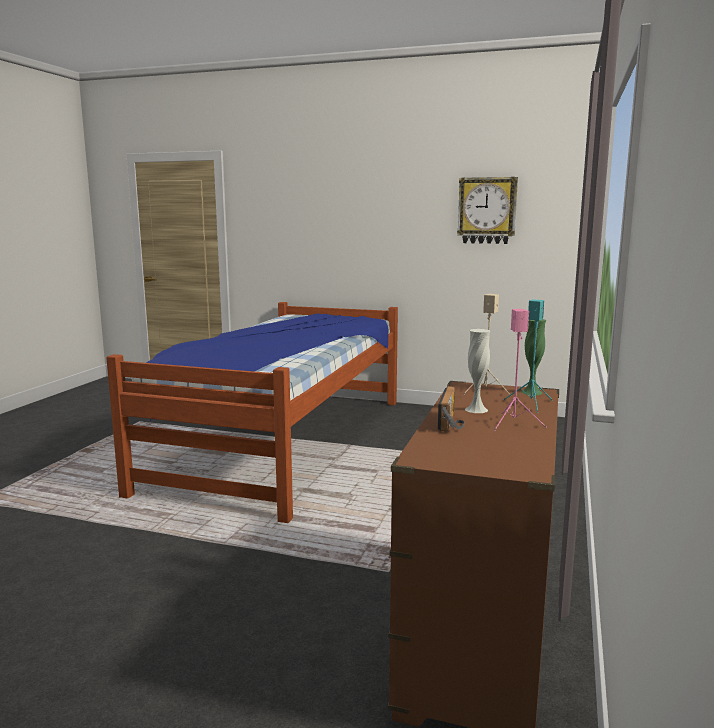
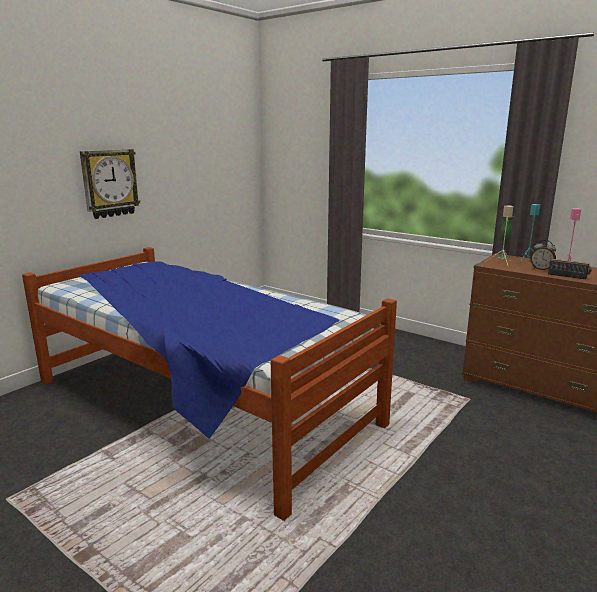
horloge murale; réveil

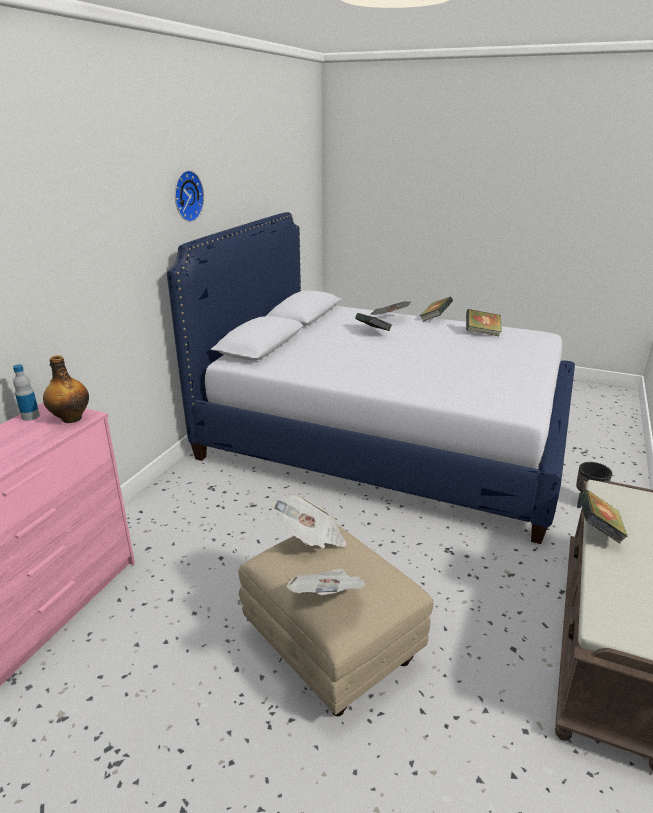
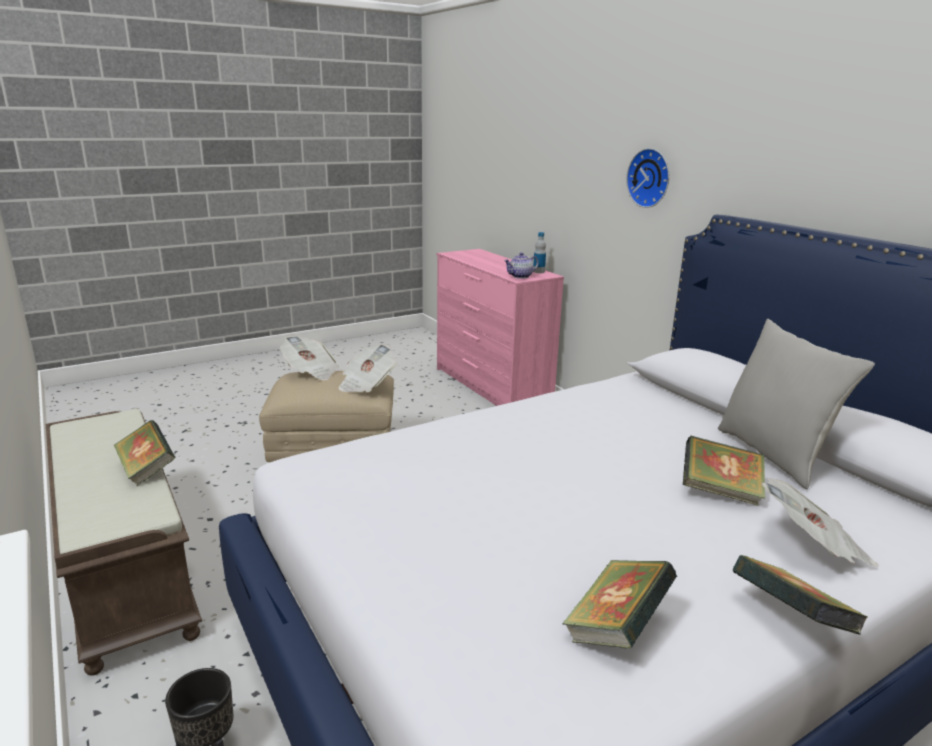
théière; horloge murale; coussin (gris)

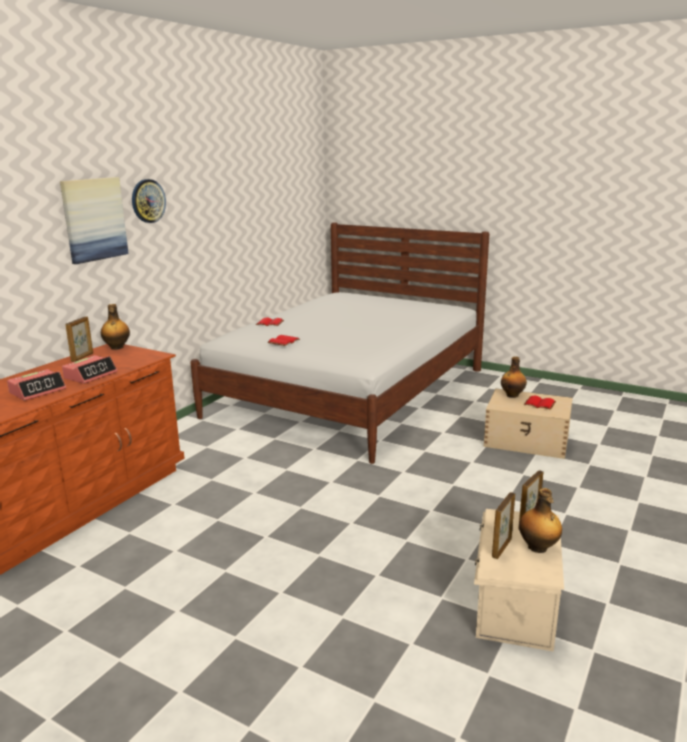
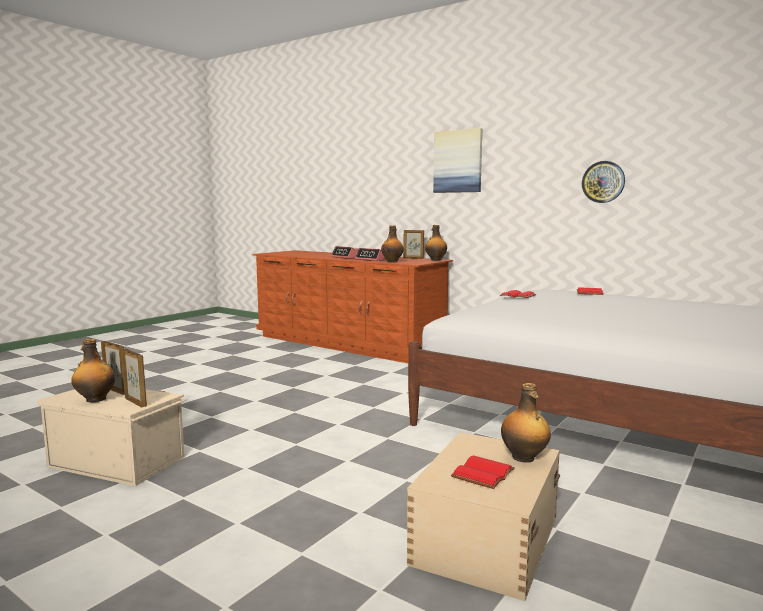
horloge murale; bouteille (2nd from left)

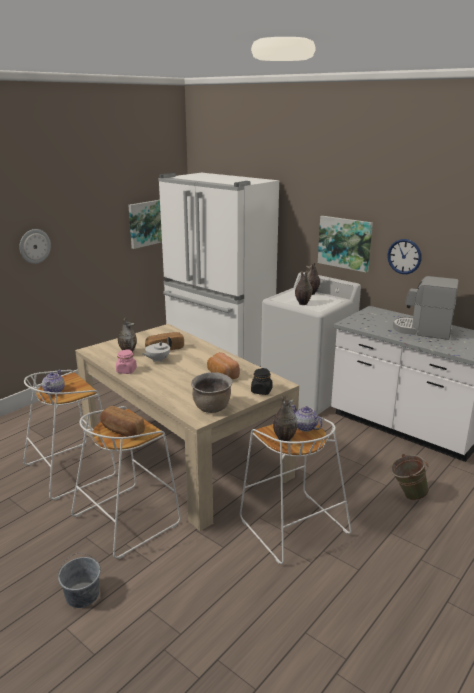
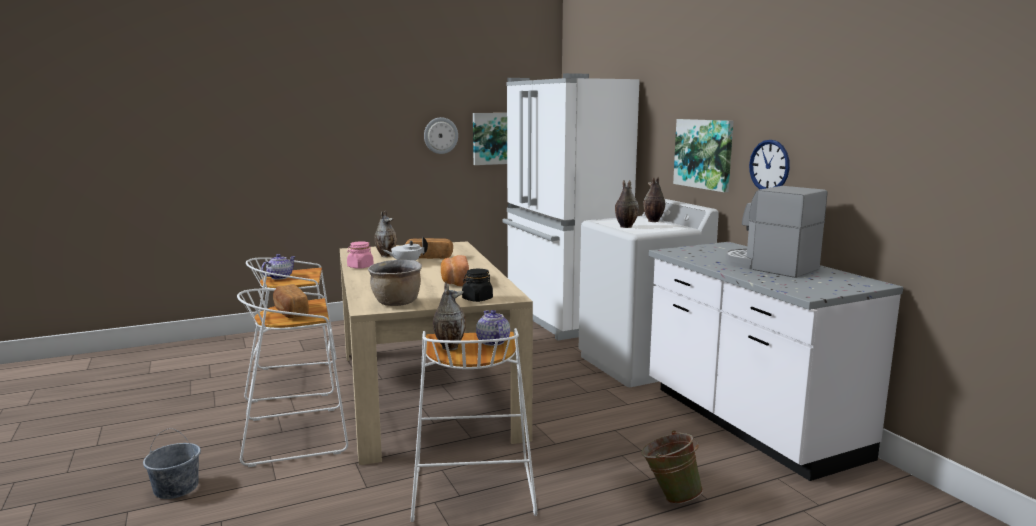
horloge murale (1st from left)

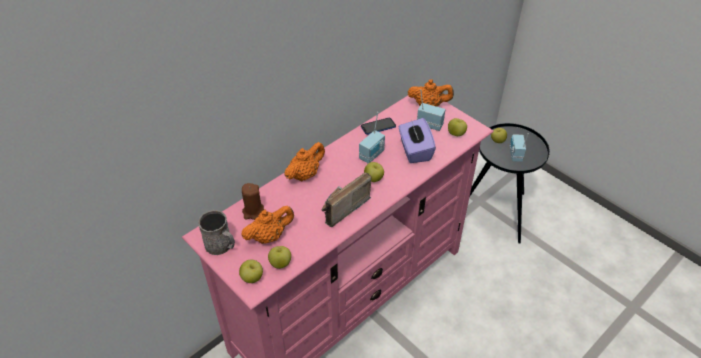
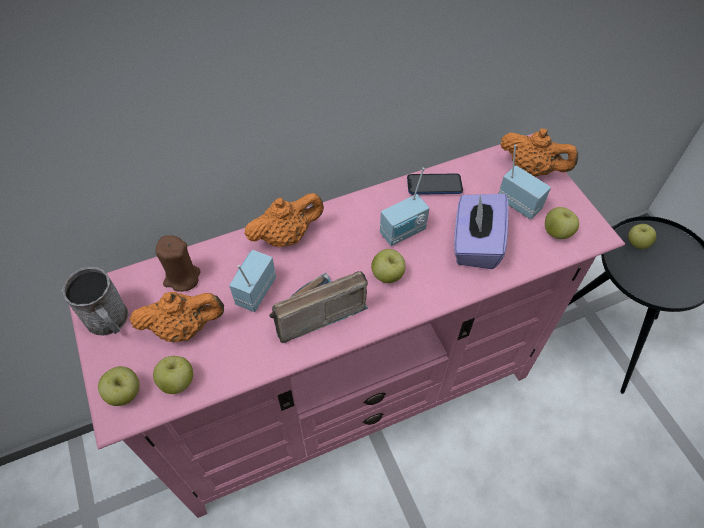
radio (1st from left)

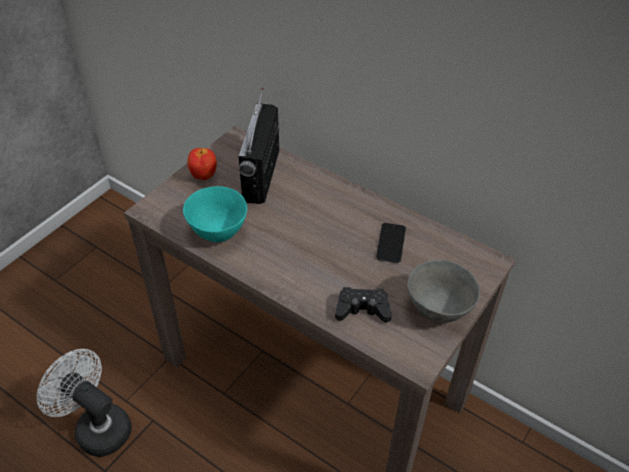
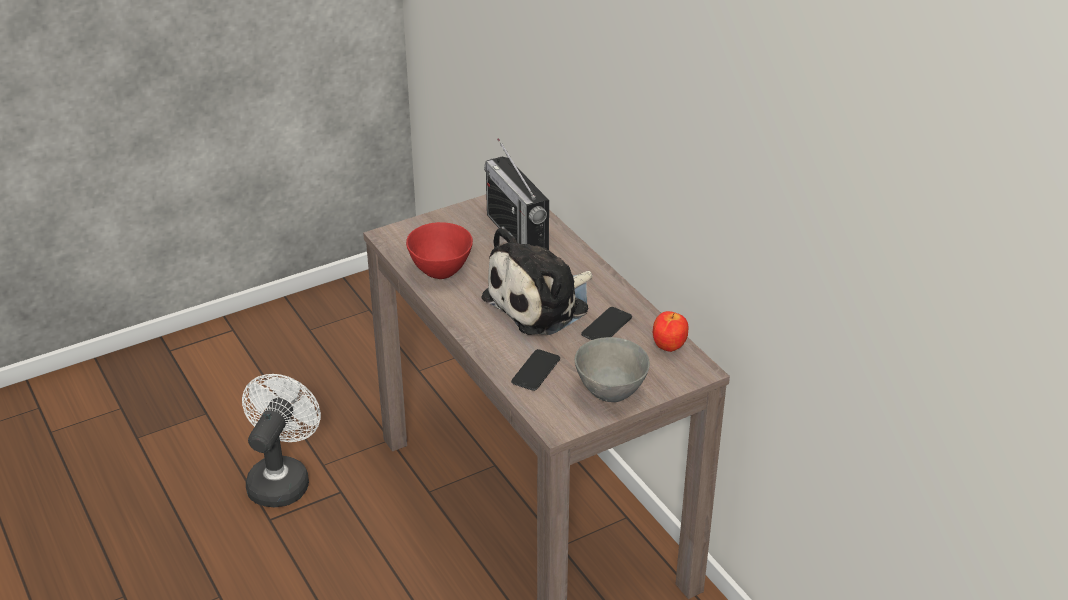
ventilateur (blanc); bol (rouge); pomme; radio; téléphone (1st from left); peluche

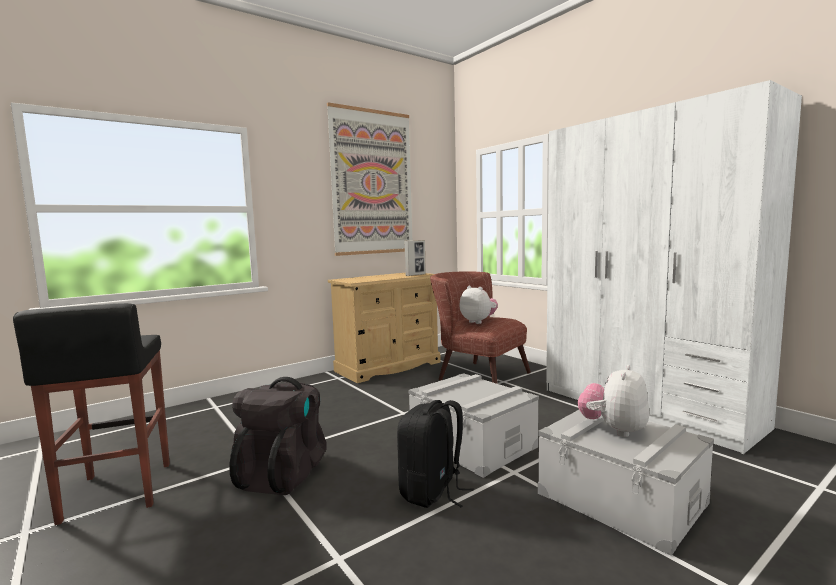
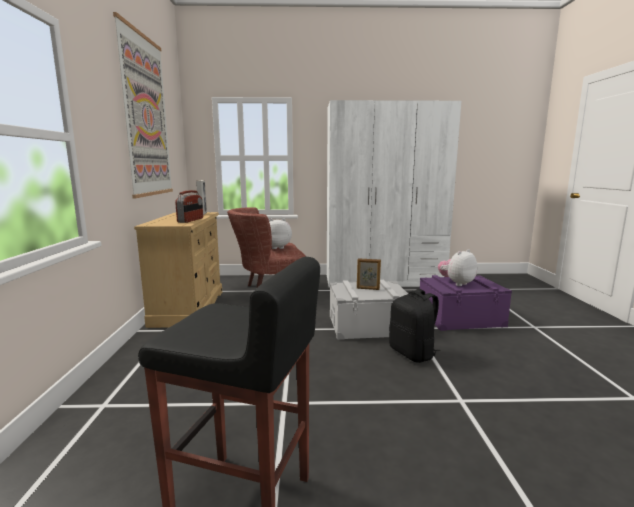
sac à dos (noir) (1st from left in the first image); boîte de rangement (violet); peluche (2nd from left); radio; cadre photo (2nd from left)

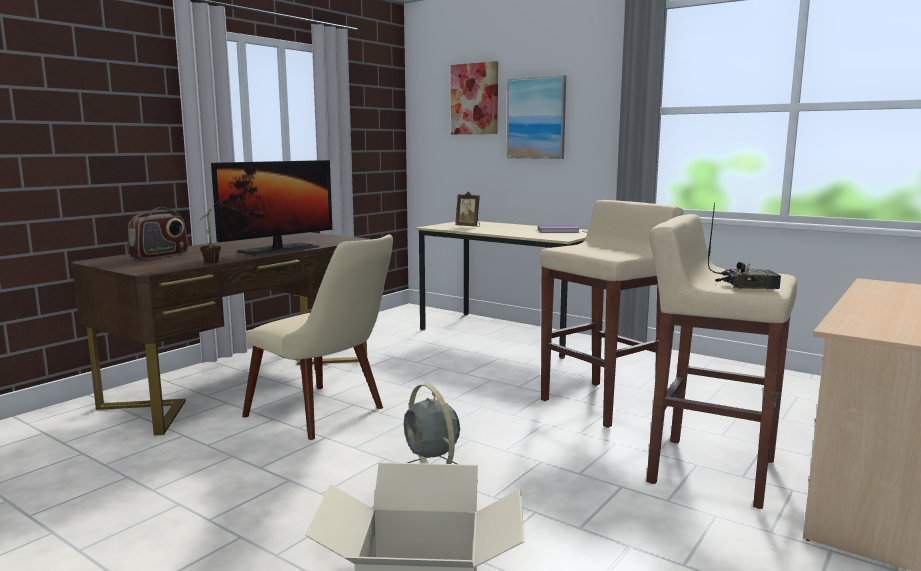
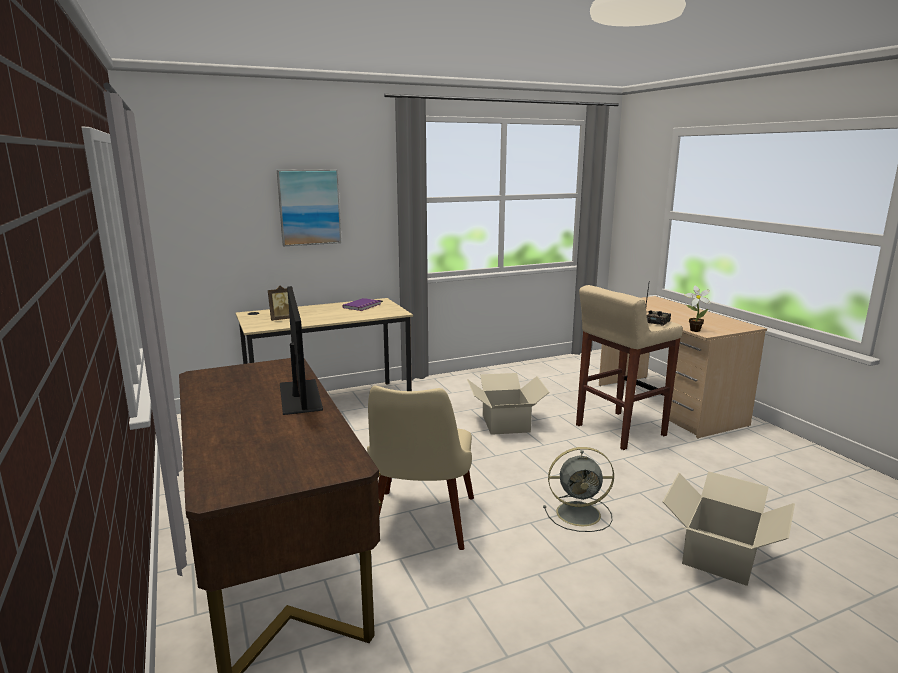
radio (1st from left in the first image); plante en pot; chaise (beige); tableau (1st from left in the first image); carton (1st from left)

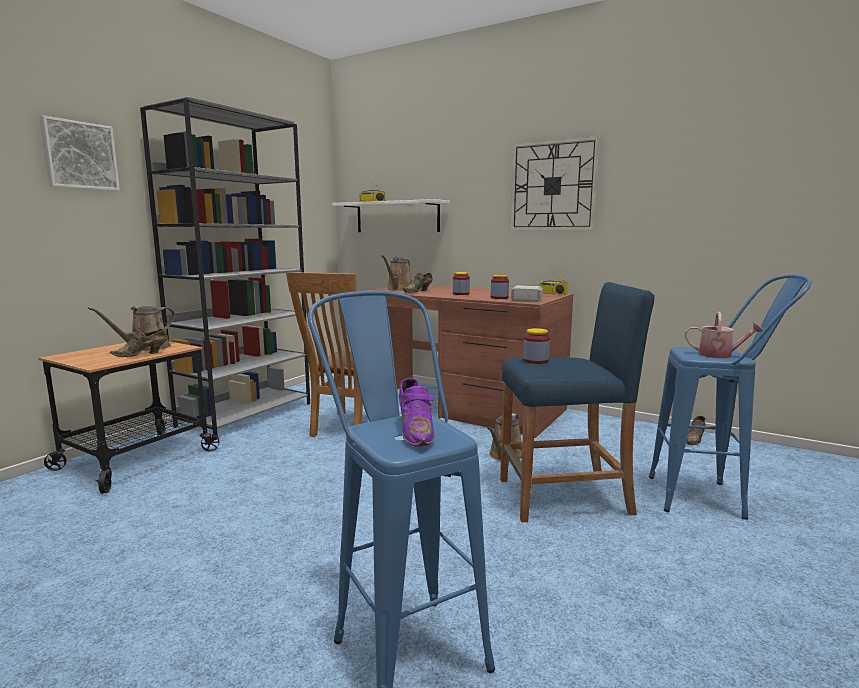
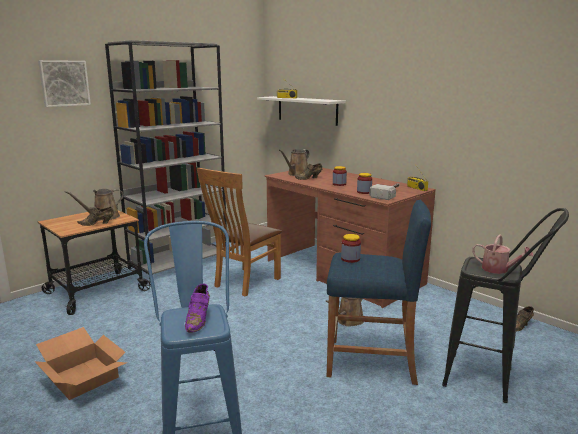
horloge murale; tabouret (noir); carton

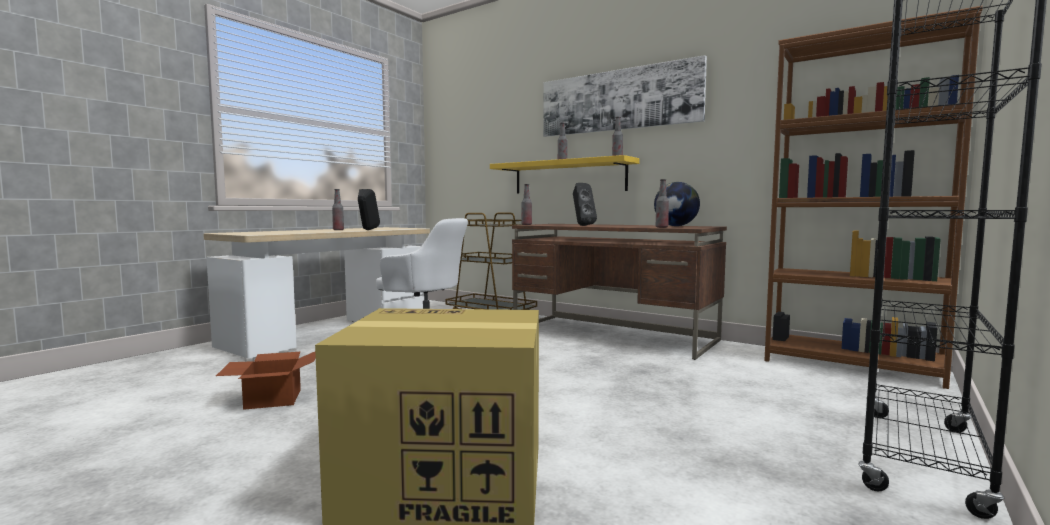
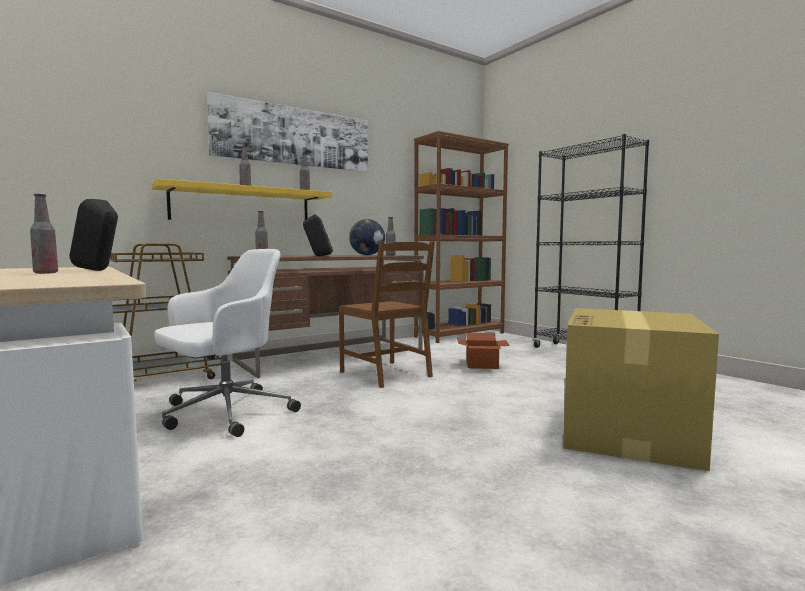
carton (1st from left); chaise (marron)

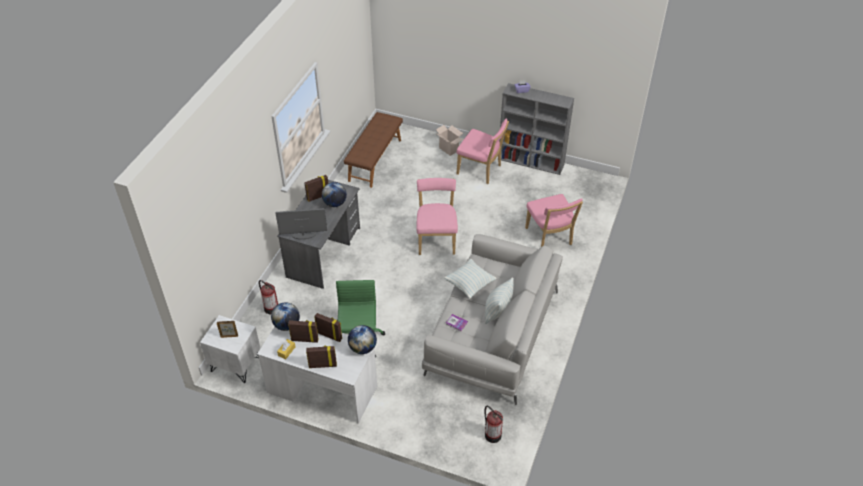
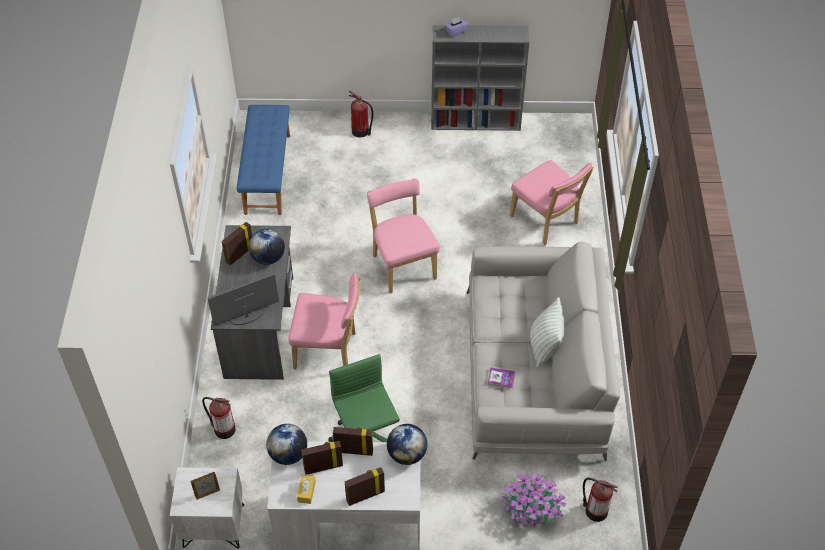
banc (bleu); extincteur (2nd from left); coussin (1st from left in the first image); chaise (rose) (1st from left); plante en pot

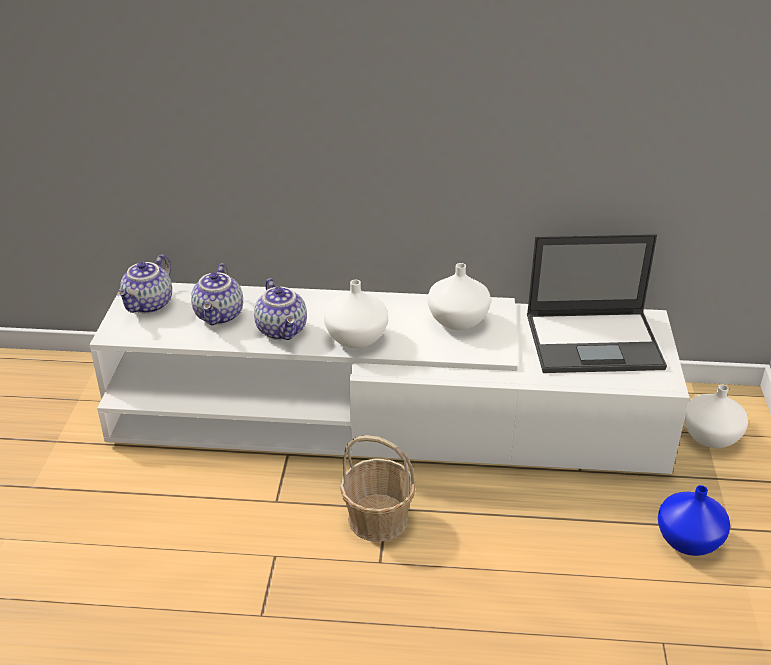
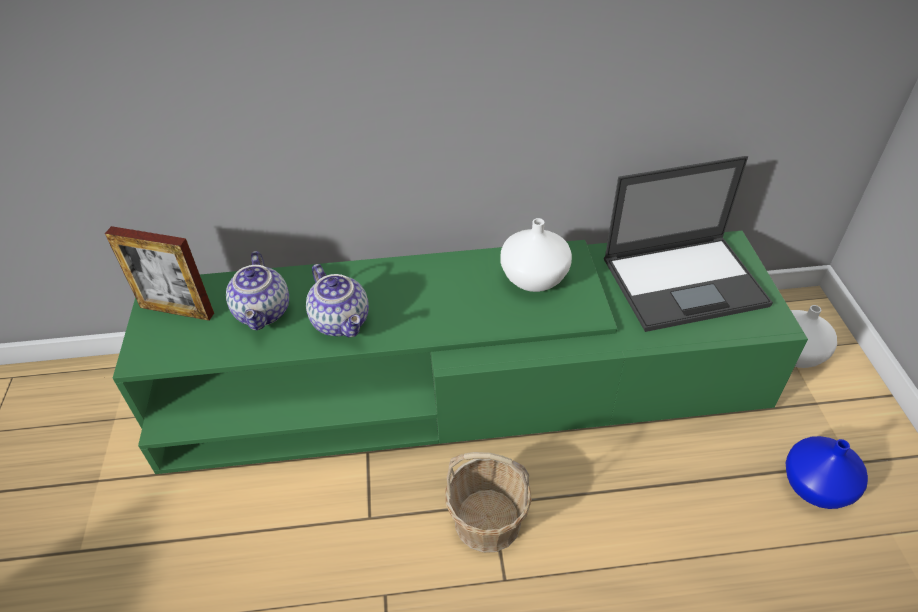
meuble télé (vert); cadre photo; vase (blanc) (1st from left in the first image)

